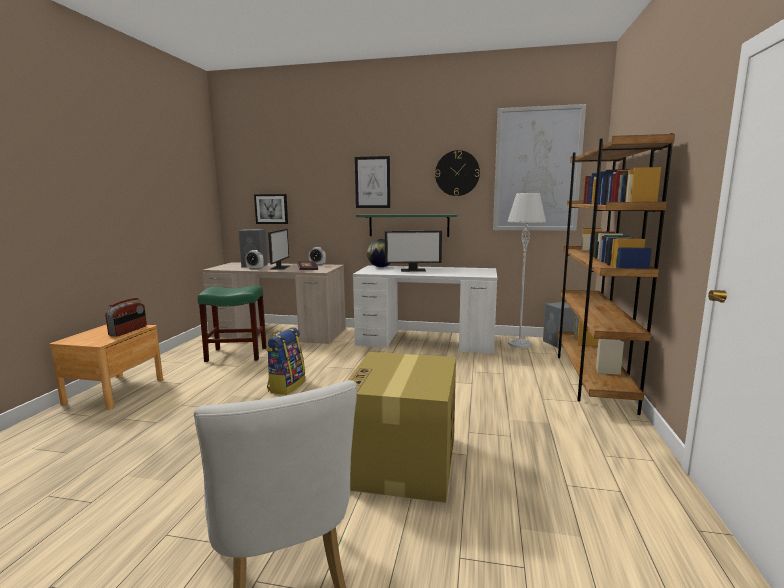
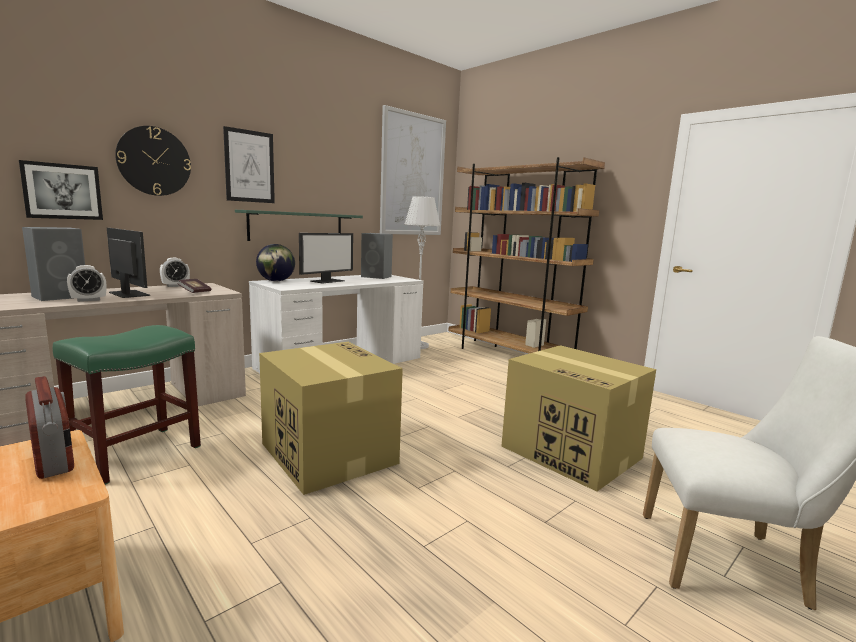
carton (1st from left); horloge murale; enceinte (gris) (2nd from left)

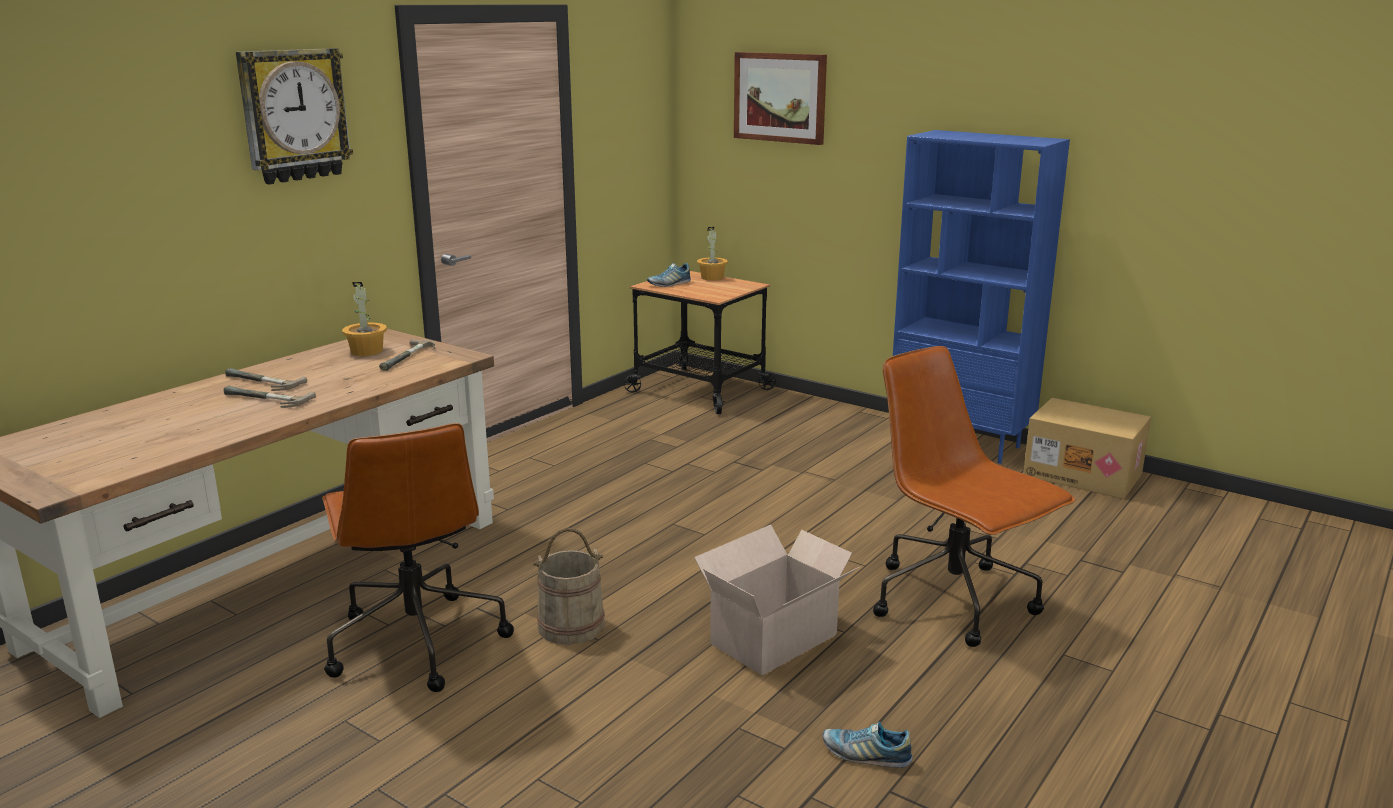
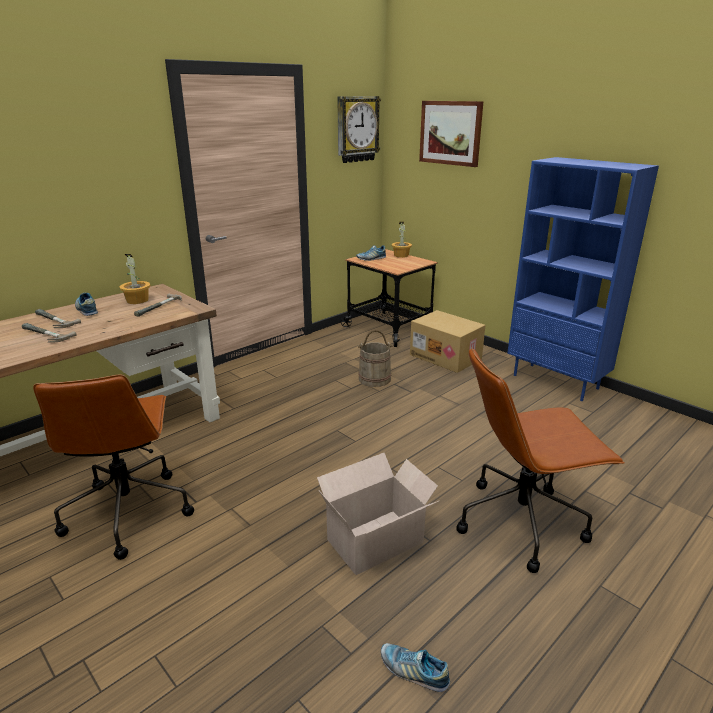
horloge murale; seau (beige); chaise de bureau (marron) (2nd from left); carton (2nd from left); chaussure (1st from left)

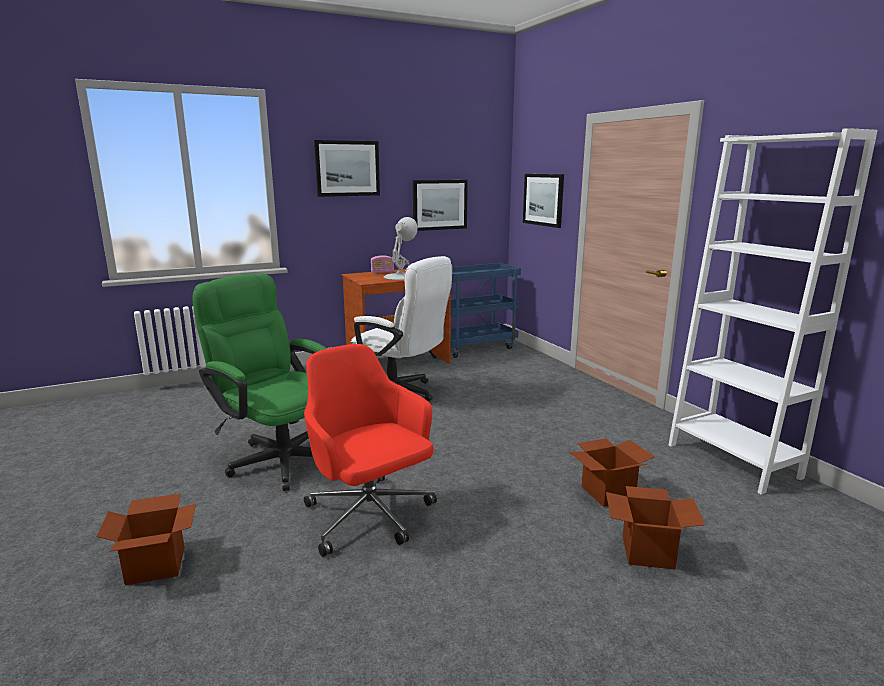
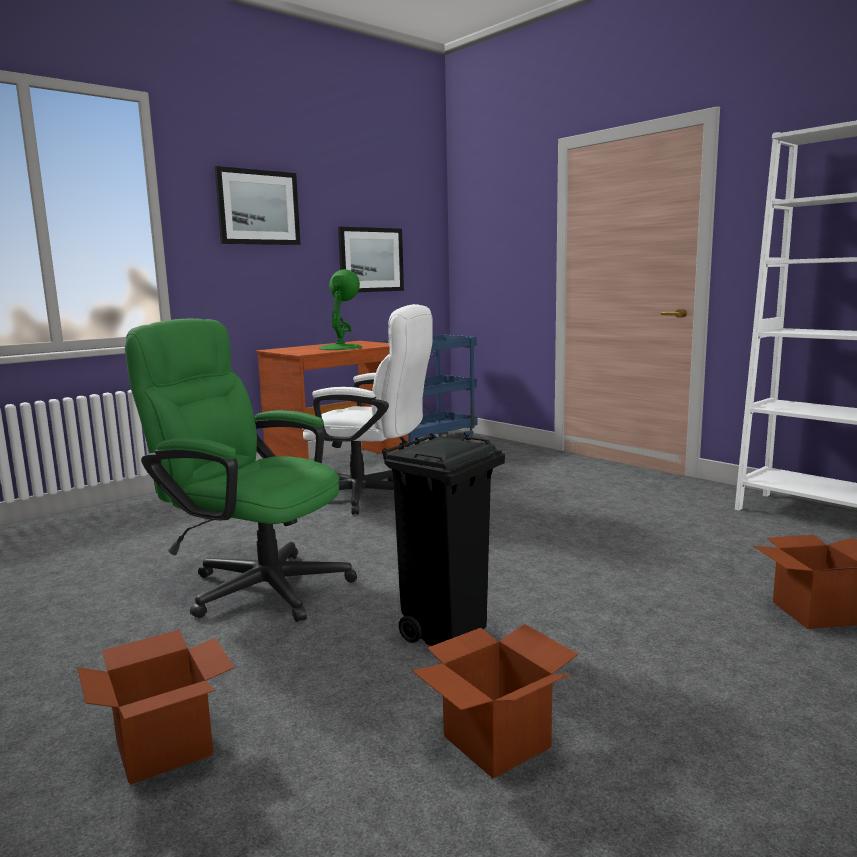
poubelle (noir); radio; lampe de table (vert); tableau (3rd from left in the first image); carton (2nd from left)

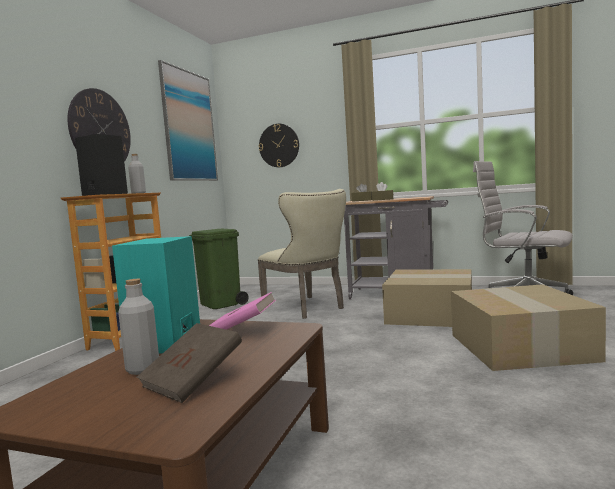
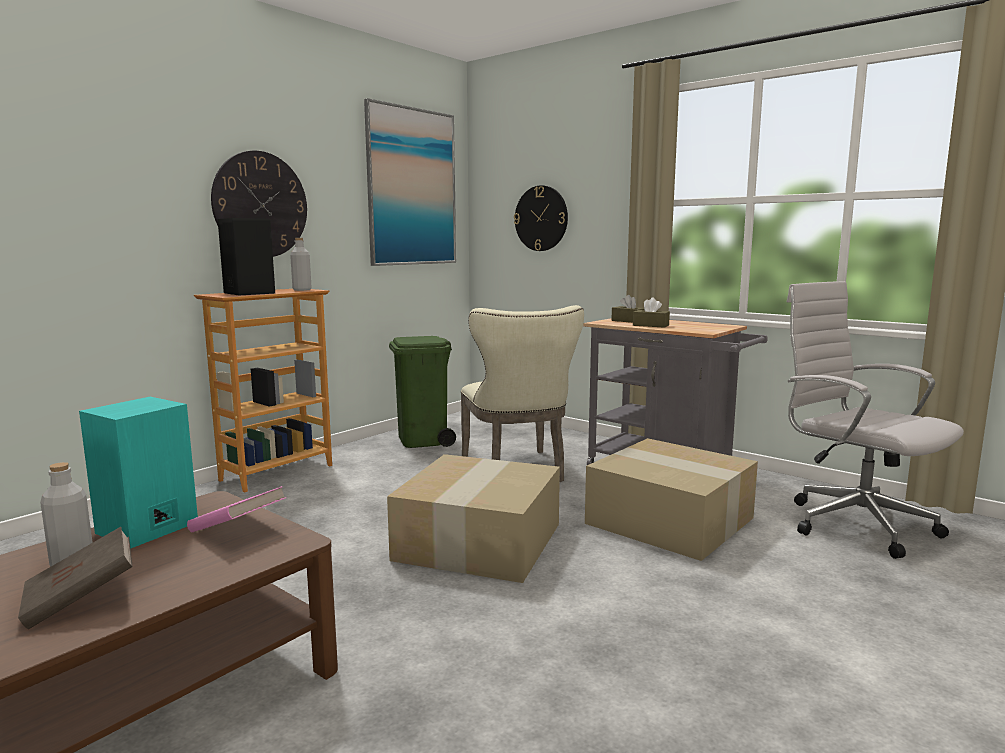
carton (1st from left)

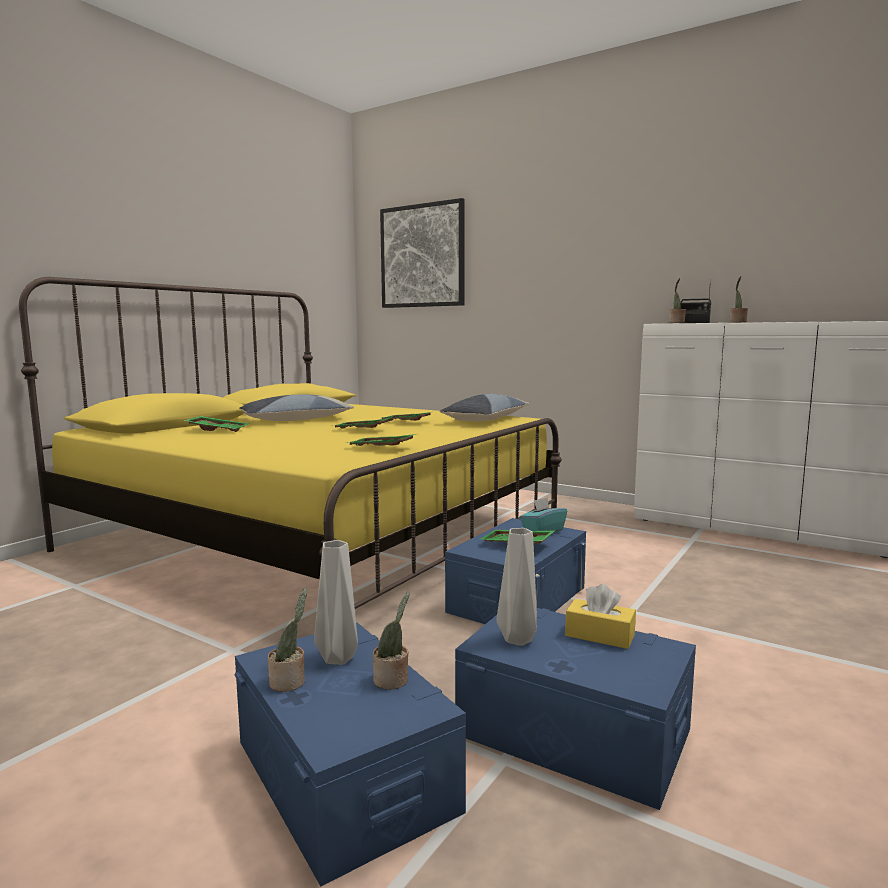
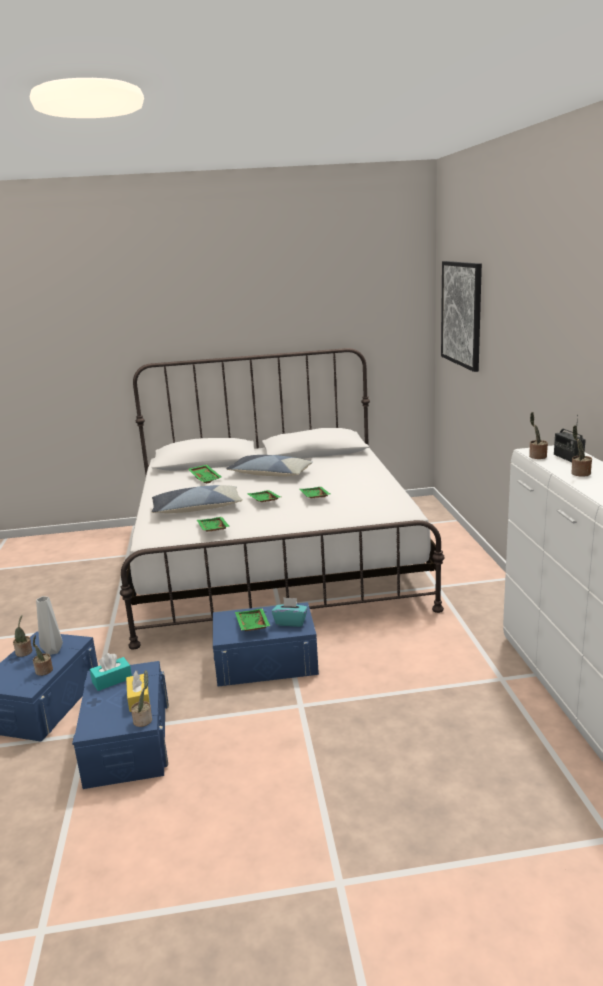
lit (blanc); coussin (1st from left); boîte à mouchoirs (turquoise) (1st from left); plante en pot (3rd from left)

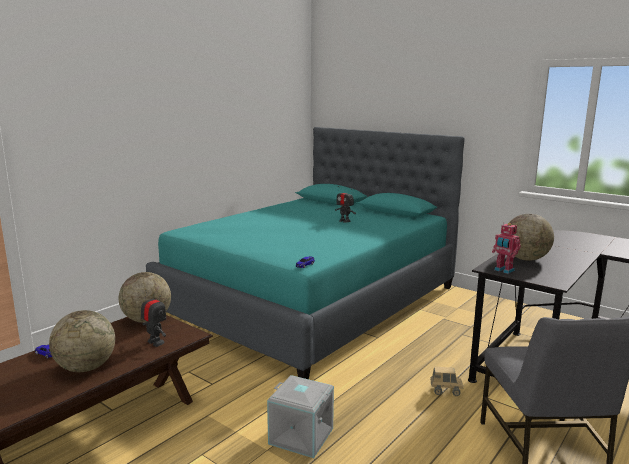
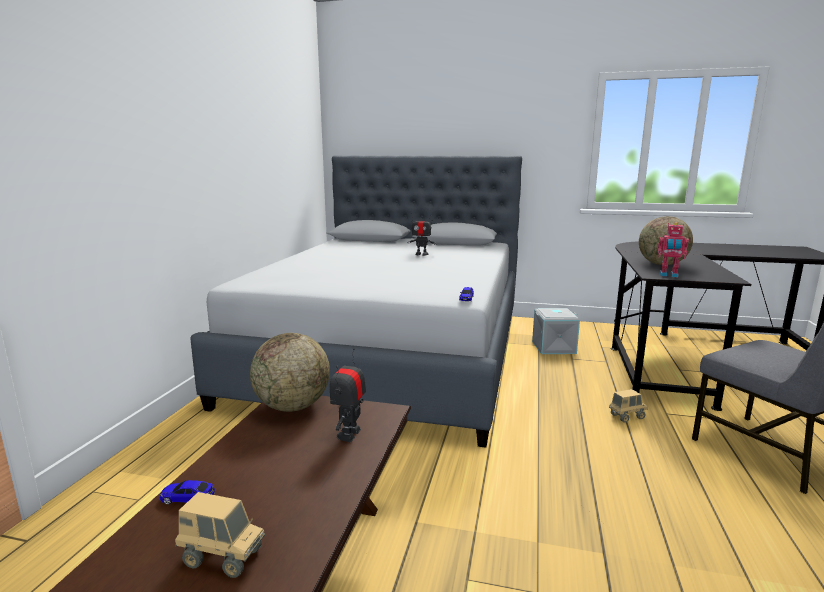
globe (1st from left in the first image); robot jouet (1st from left); lit (gris); boîte de rangement (gris); camion jouet (1st from left)

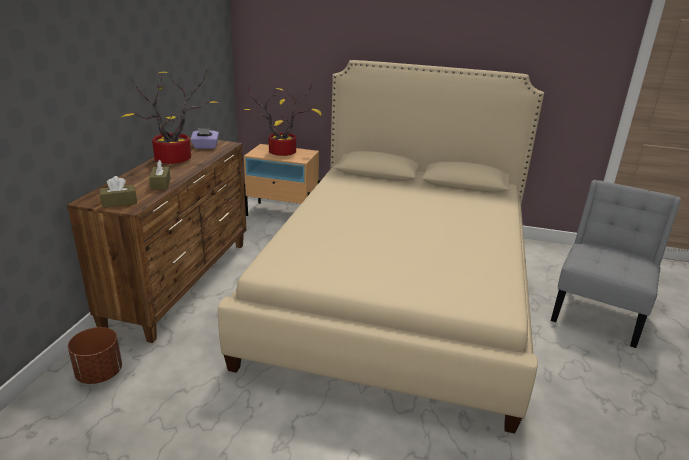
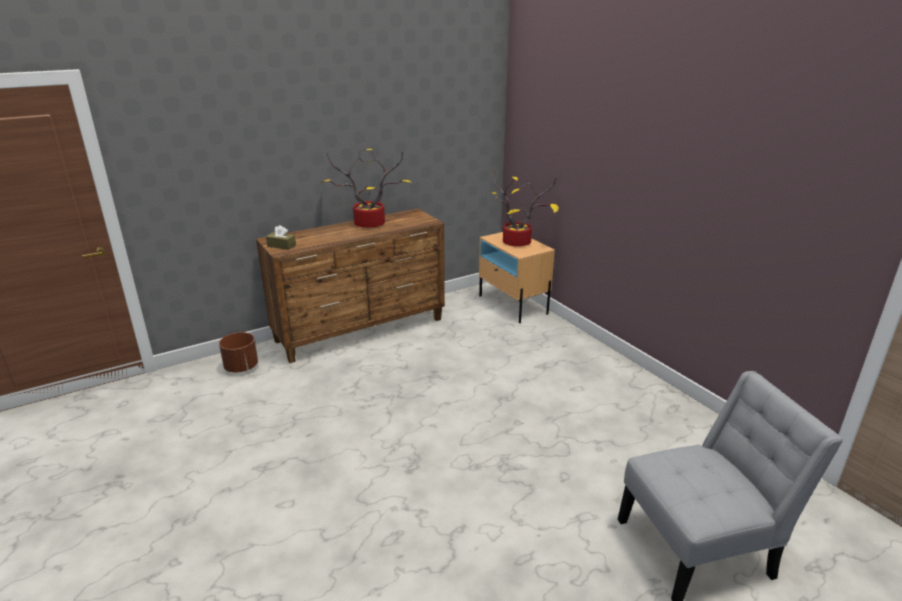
boîte à mouchoirs (marron) (2nd from left in the first image); boîte à mouchoirs (violet); lit (beige)

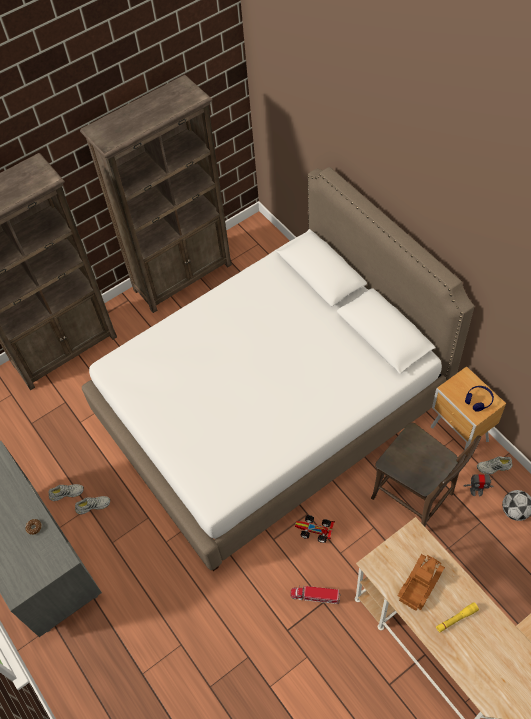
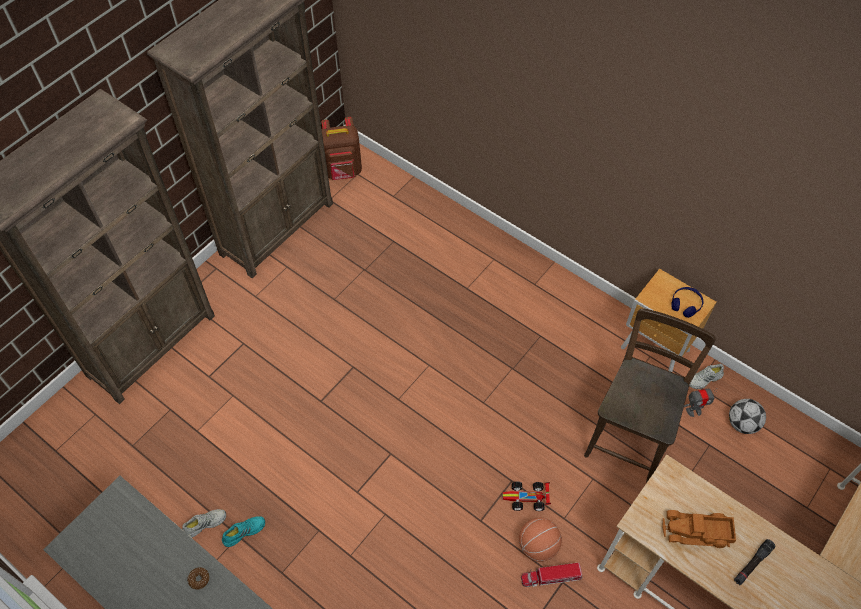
chaussure (turquoise); lit (blanc); chaise (marron); camion jouet (2nd from left); lampe de poche (noir); sac à dos (marron); ballon de basket

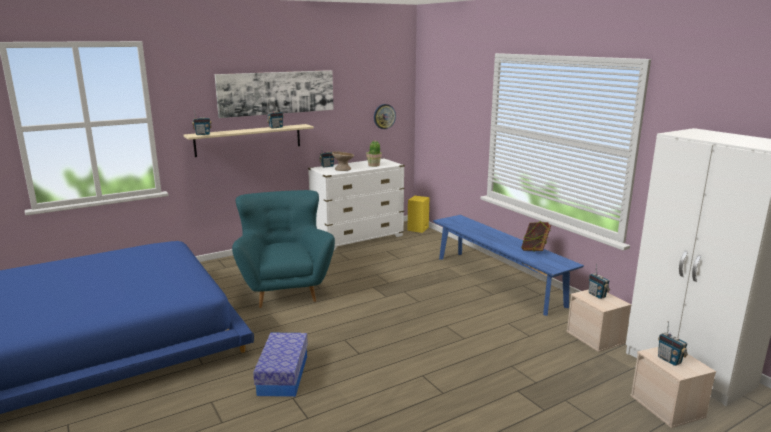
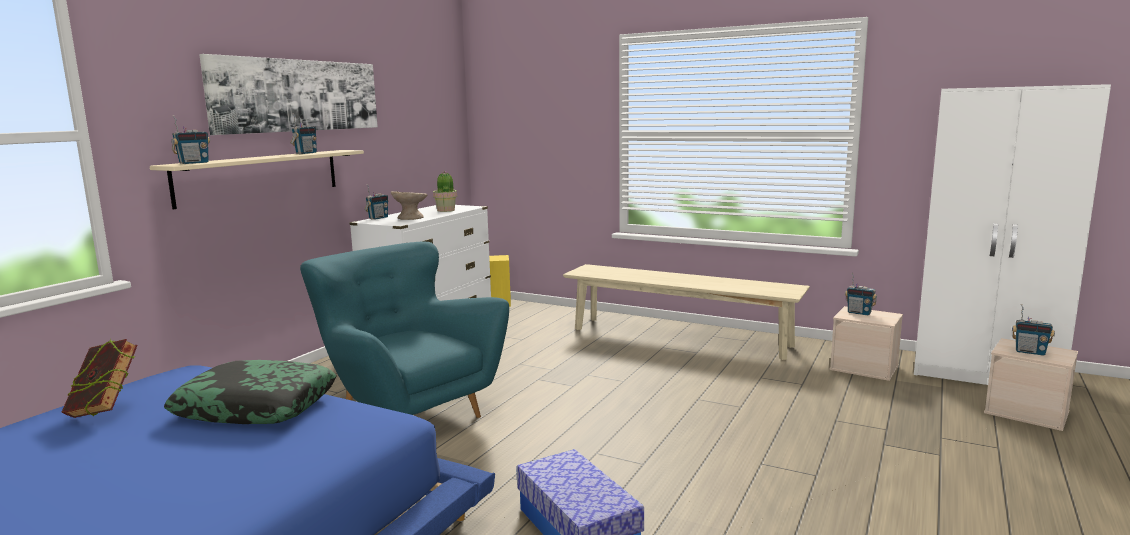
horloge murale; banc (beige); livre; coussin

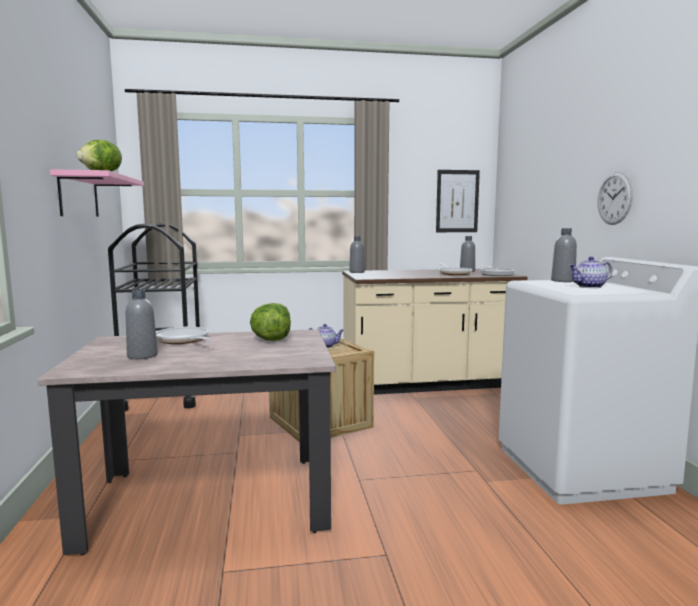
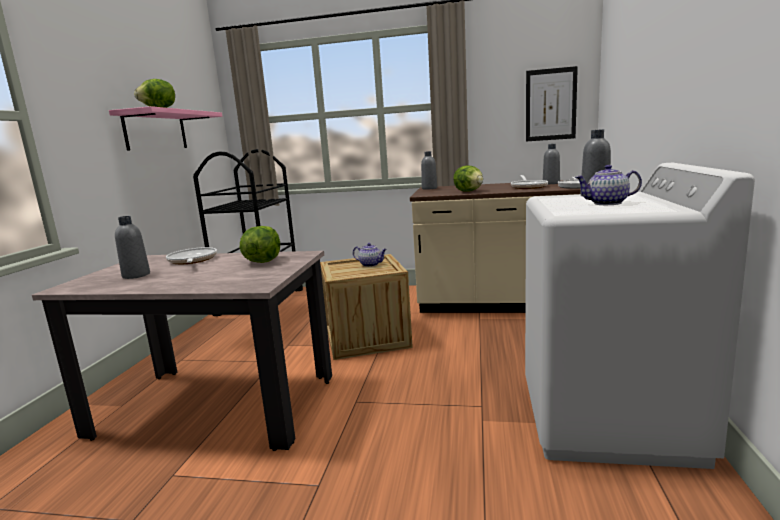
horloge murale; laitue (3rd from left)

